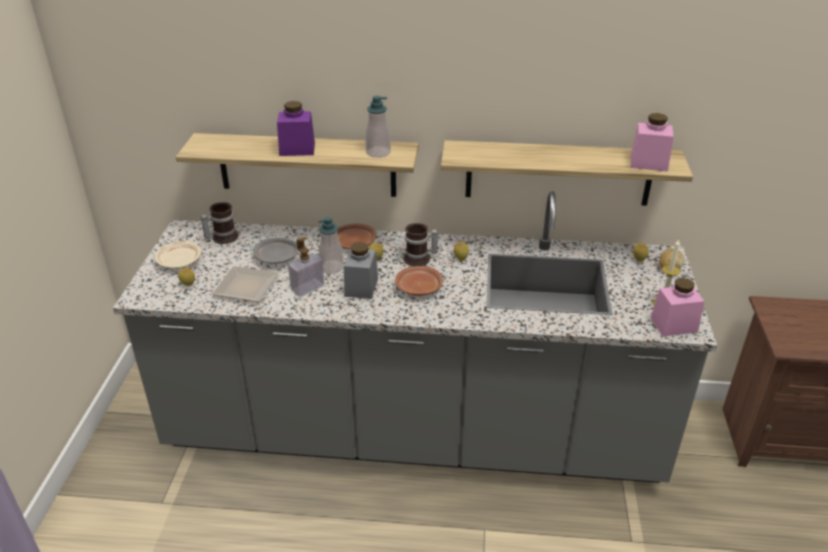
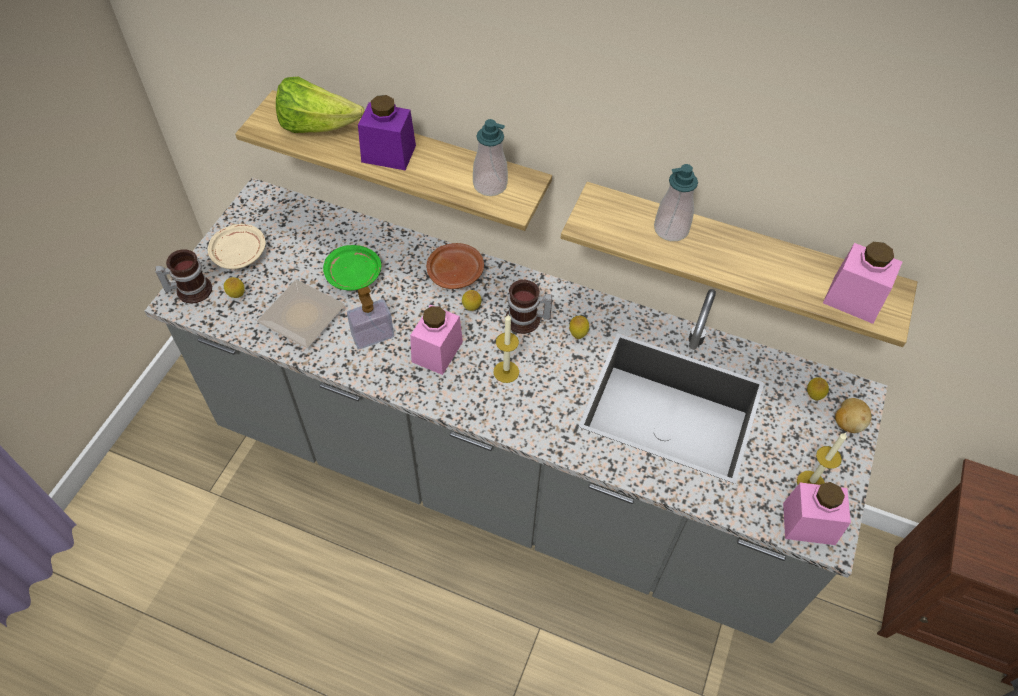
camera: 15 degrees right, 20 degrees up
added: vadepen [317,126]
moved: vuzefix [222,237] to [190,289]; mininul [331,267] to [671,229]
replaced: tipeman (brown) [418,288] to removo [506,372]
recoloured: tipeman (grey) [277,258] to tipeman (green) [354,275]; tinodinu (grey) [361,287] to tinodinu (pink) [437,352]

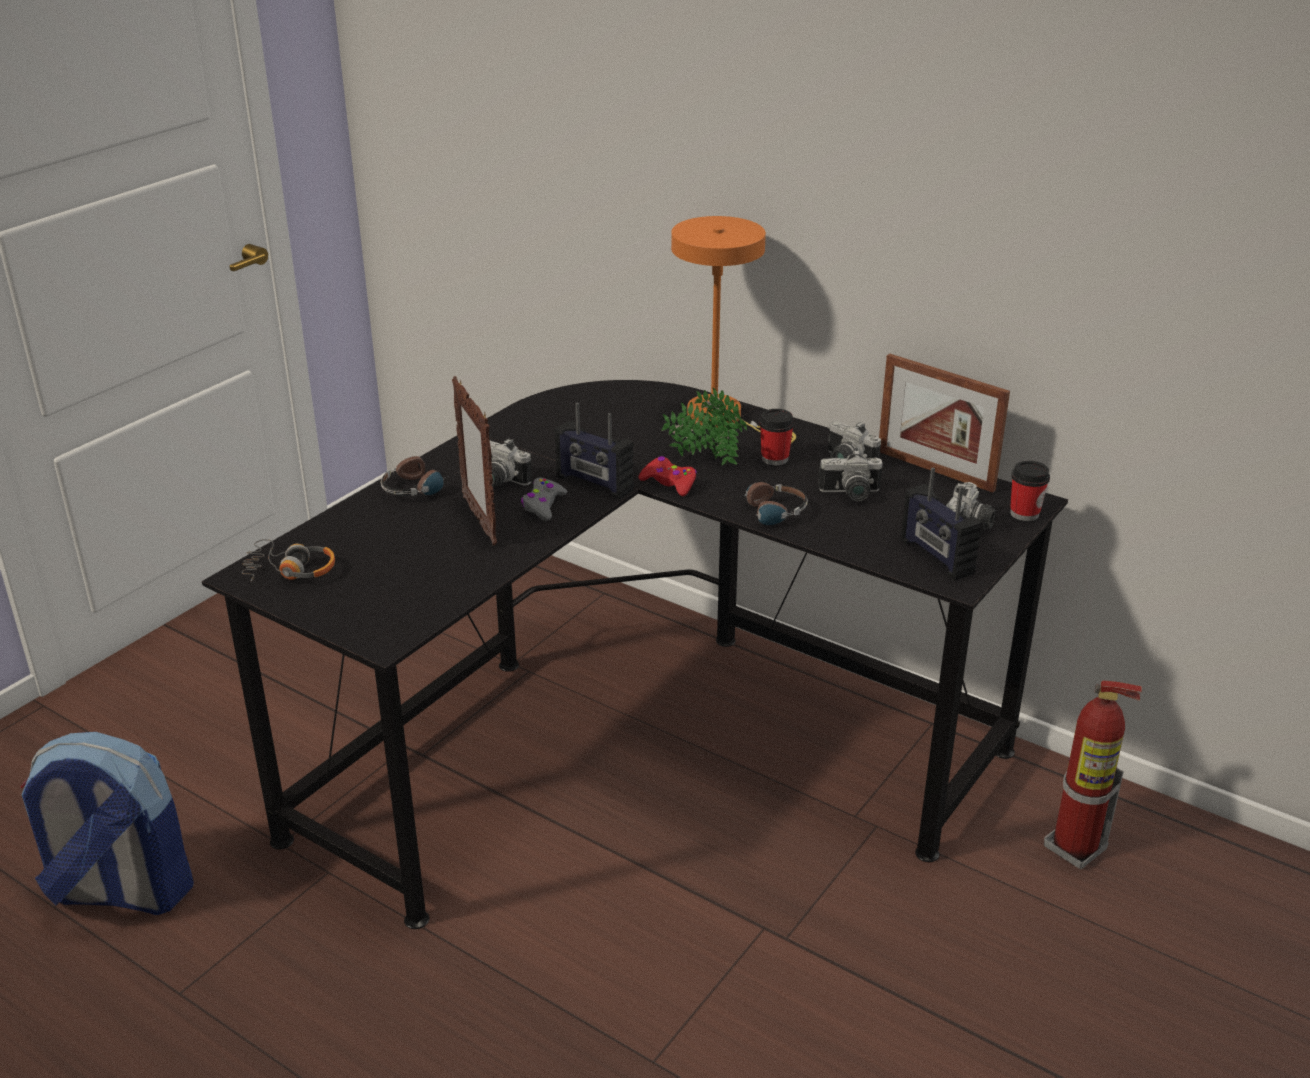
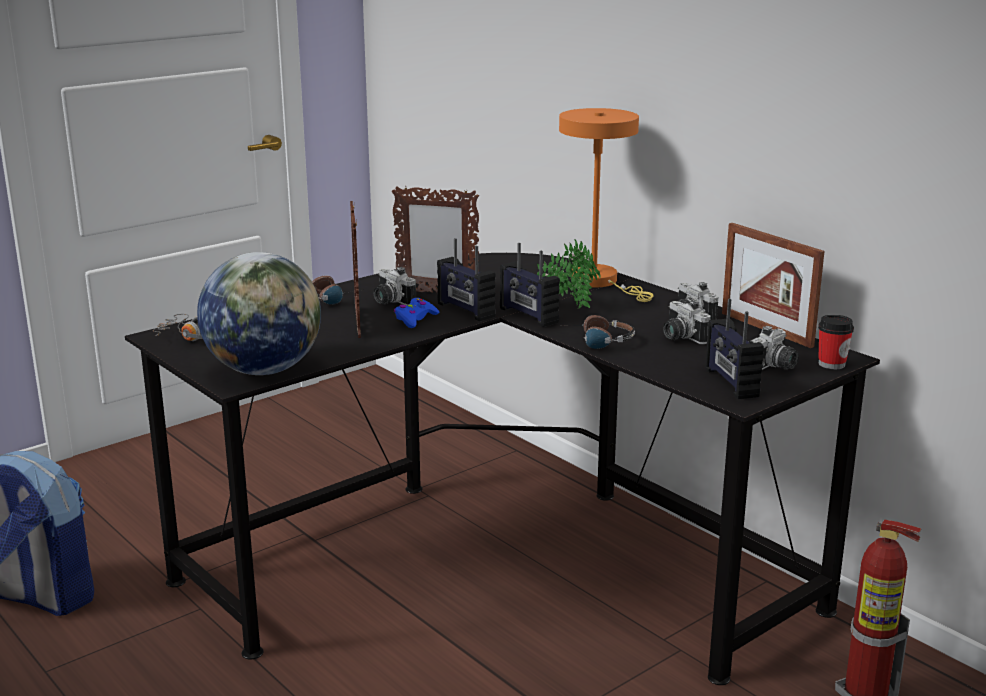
camera: 15 degrees right, 10 degrees down
removed: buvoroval [774,459]
added: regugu [264,370]; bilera [437,293]
replaced: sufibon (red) [669,483] to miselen [528,316]
recoloured: sufibon (grey) [543,505] to sufibon (blue) [415,319]
turned: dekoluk [850,495] = [679,337] 45 degrees clockwise

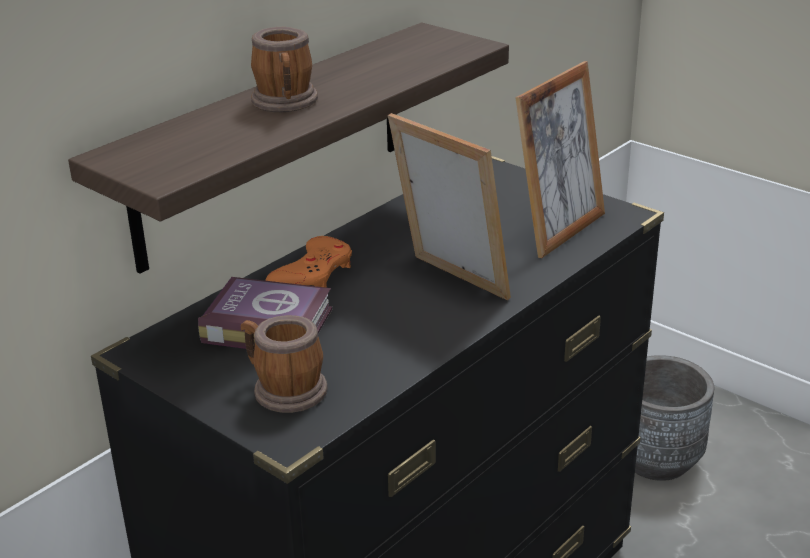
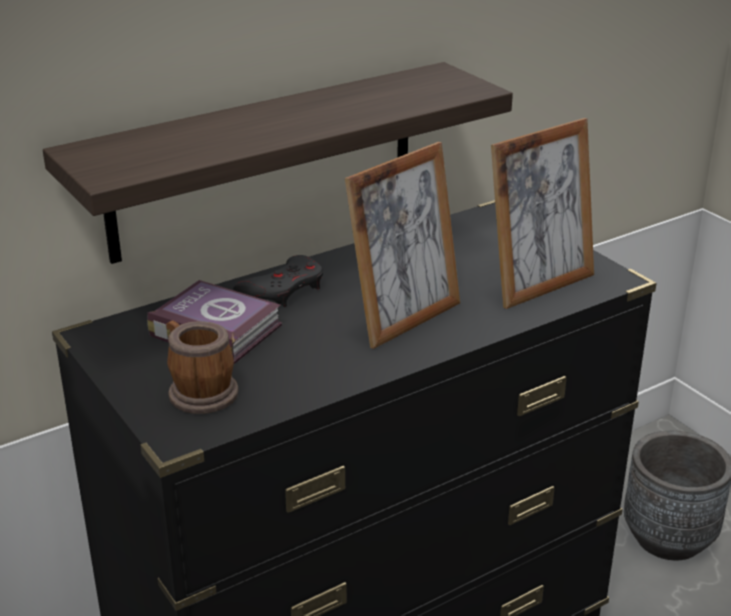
camera: 15 degrees right, 0 degrees up
removed: vuzefix [286,103]
recoloured: sufibon (orange) [313,273] to sufibon (grey) [283,289]
turned: bilera [450,283] = [404,319] 75 degrees clockwise

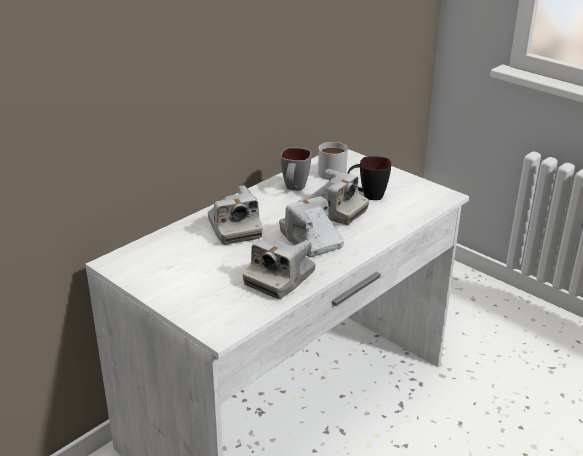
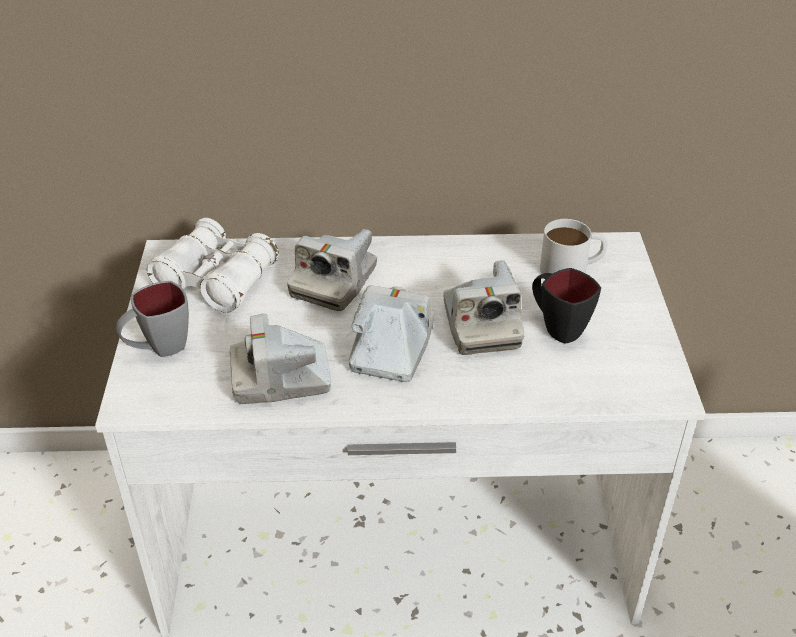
camera: 45 degrees right, 10 degrees up
added: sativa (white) [216,280]
moved: vuzefix (grey) [294,189] to [158,349]

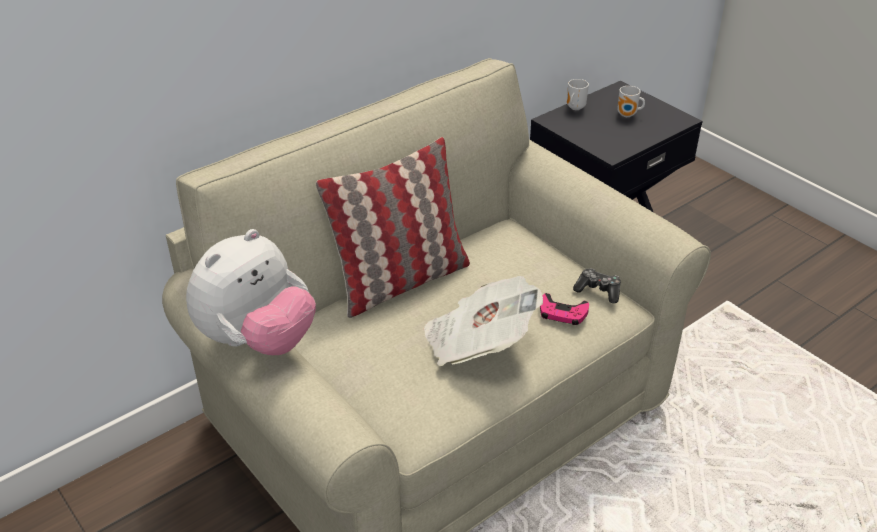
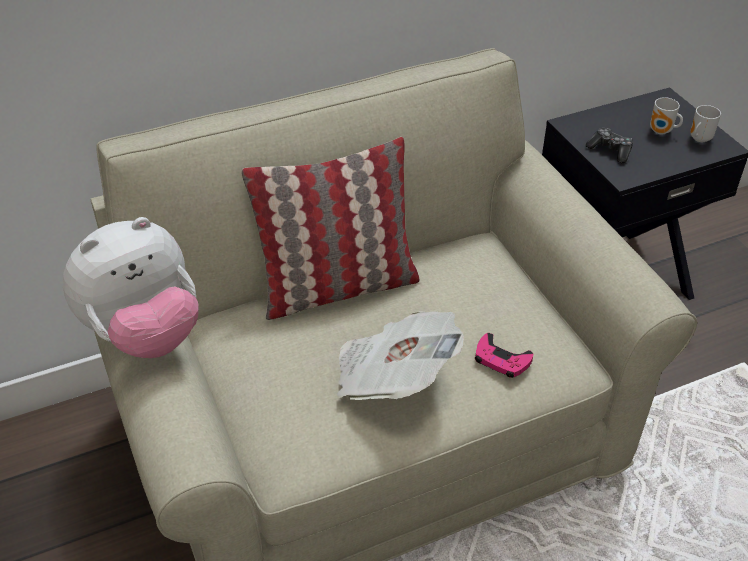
camera: 15 degrees right, 5 degrees up
moved: vuzefix [574,108] to [698,139]; sufibon [598,290] to [610,150]

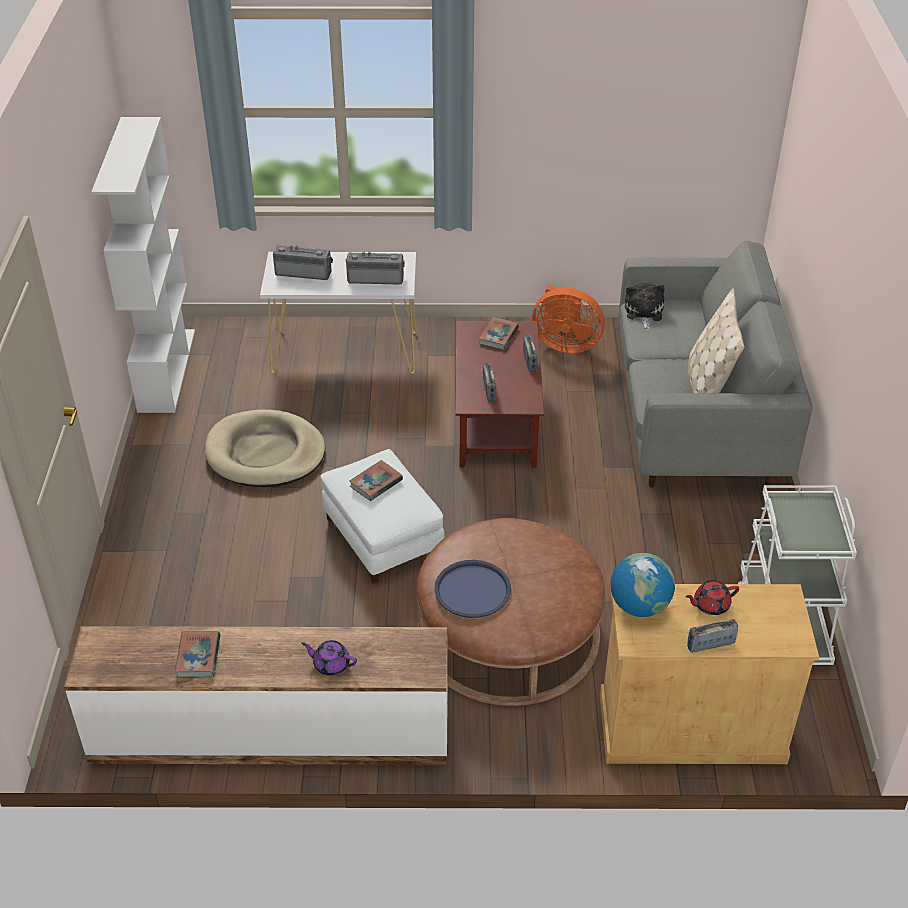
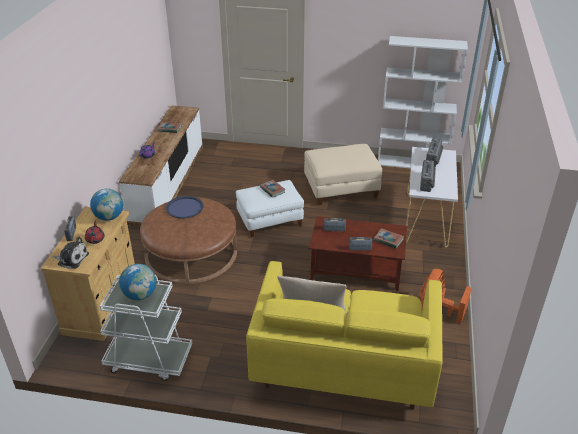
camera: 100 degrees right, 5 degrees down
added: regugu [140,295]
moved: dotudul [643,313] to [72,259]
replaced: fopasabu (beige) [265,453] to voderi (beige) [341,189]
recoloured: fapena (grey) [696,419] to fapena (yellow) [343,365]

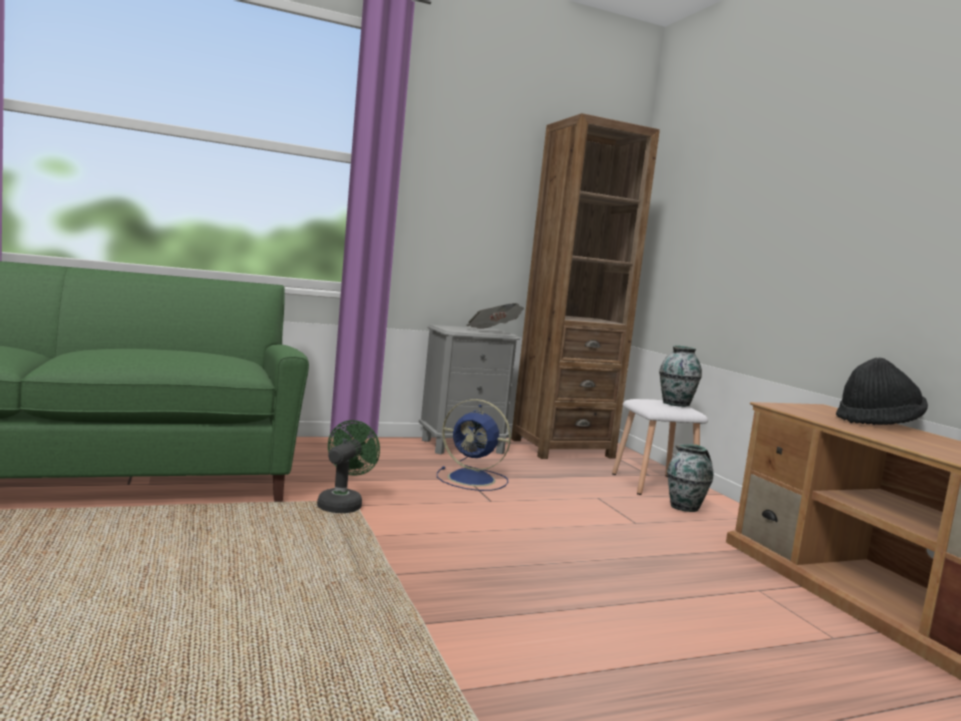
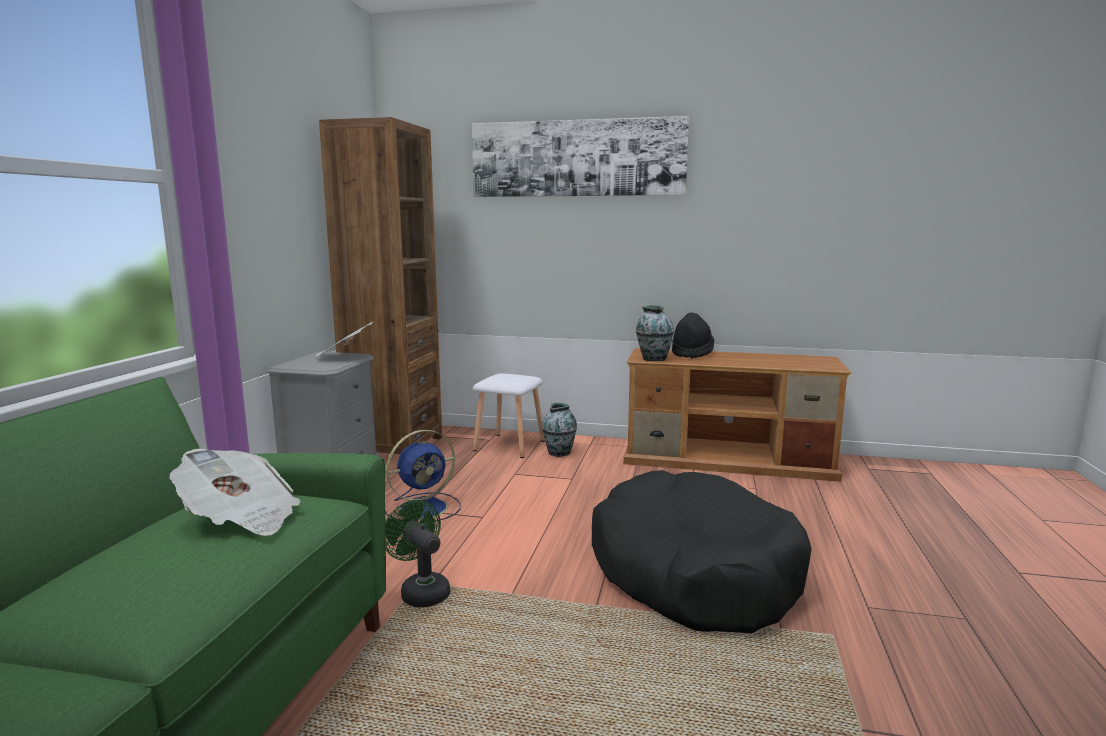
camera: 55 degrees left, 5 degrees up
added: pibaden [241,518]; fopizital [577,158]; fopasabu (black) [693,572]
moved: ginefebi [676,404] to [653,359]

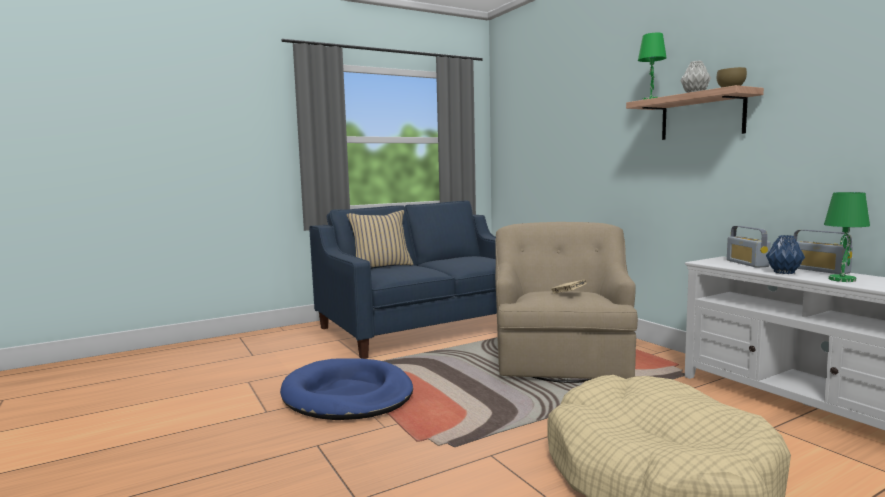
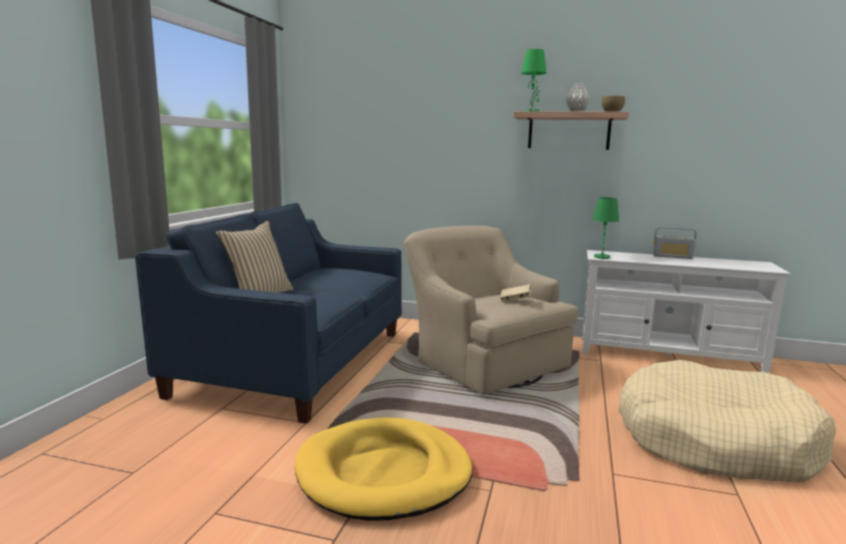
camera: 45 degrees left, 5 degrees up
removed: miselen [747,263]; ginefebi (blue) [784,272]
moved: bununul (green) [842,279] to [601,257]
recoloured: fopasabu (blue) [347,395] to fopasabu (yellow) [384,473]

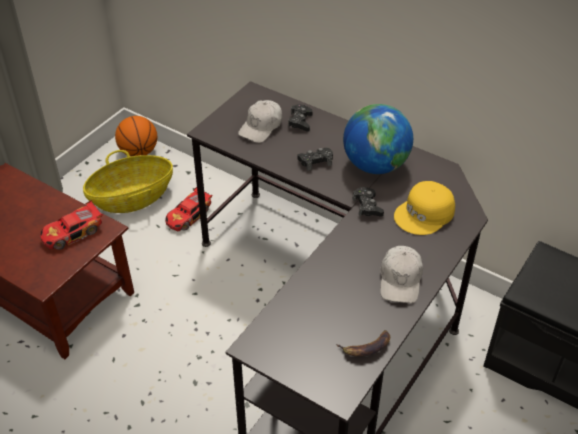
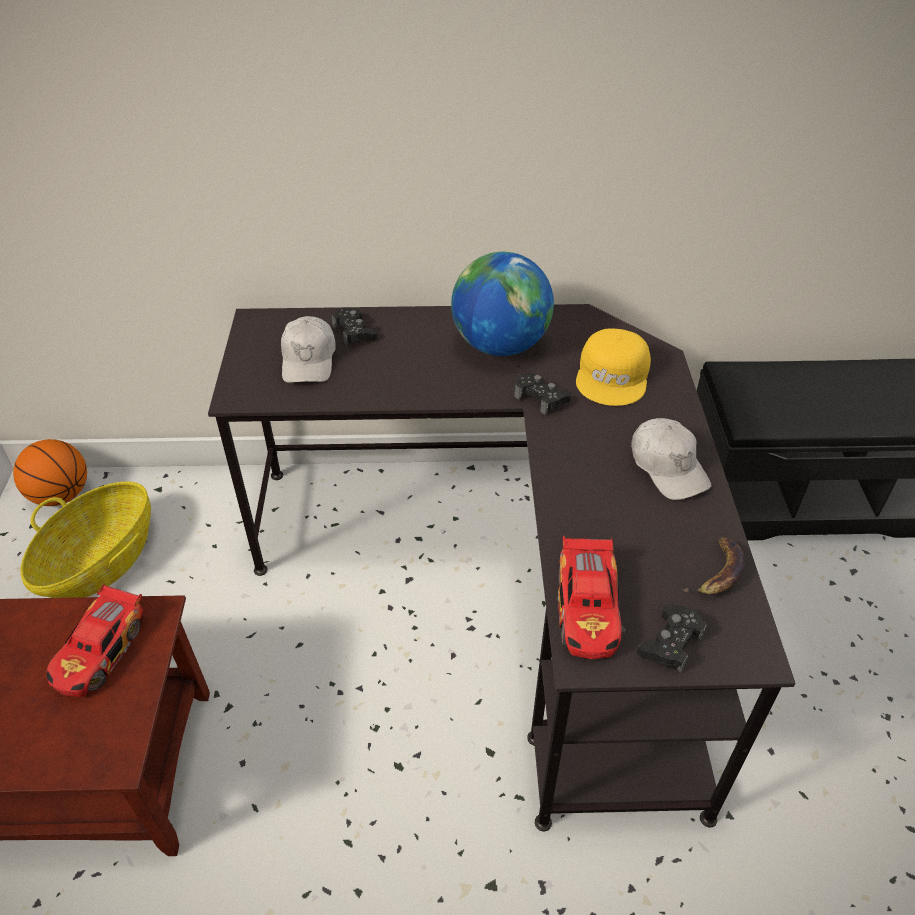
camera: 35 degrees left, 0 degrees up
moved: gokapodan [189,216] to [588,609]; sufibon (black) [315,161] to [670,643]

